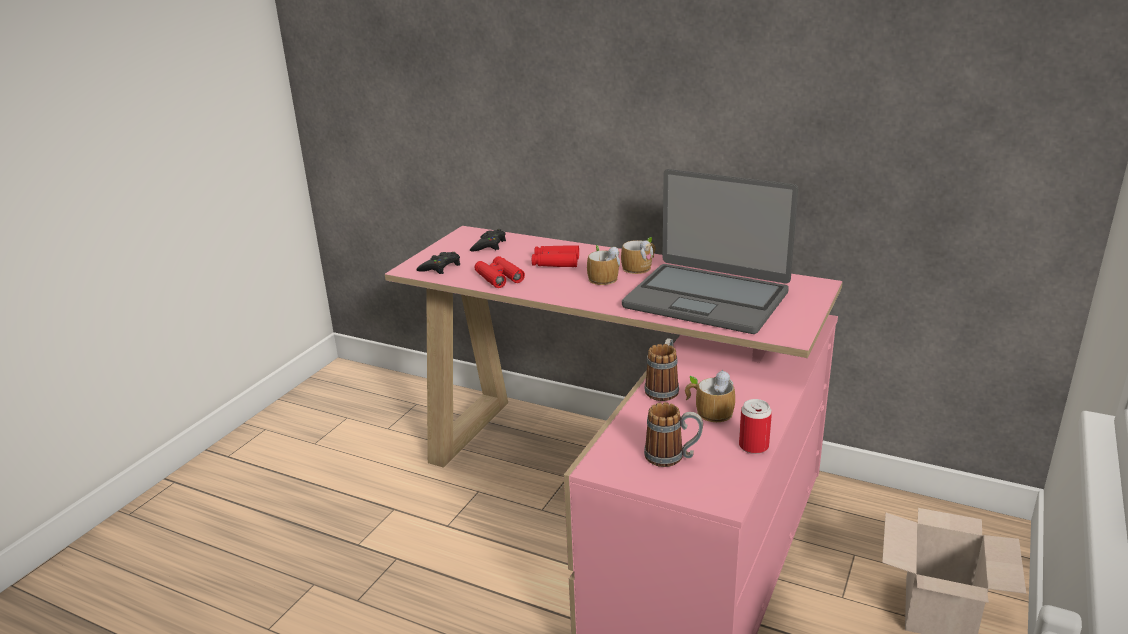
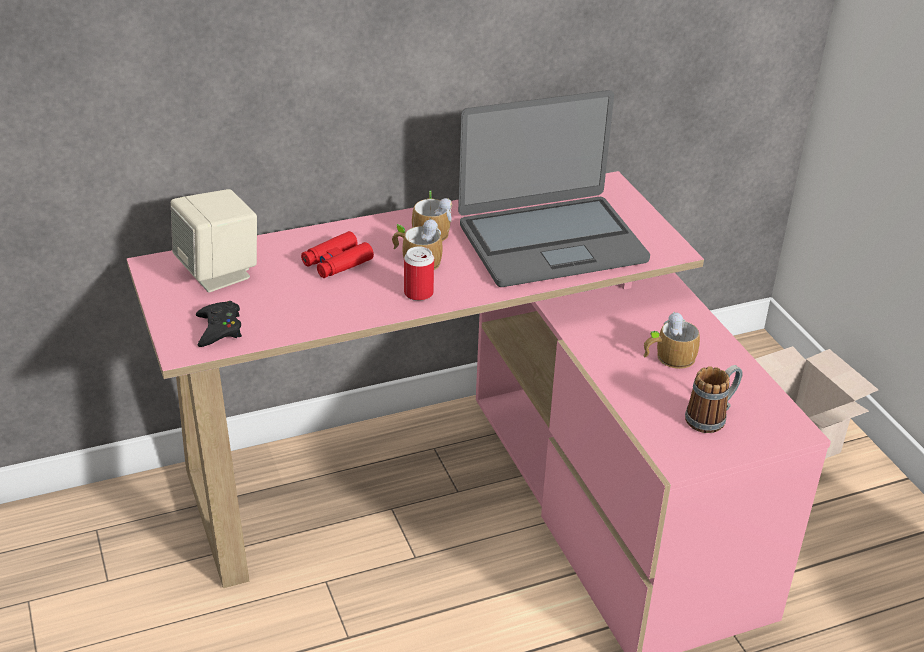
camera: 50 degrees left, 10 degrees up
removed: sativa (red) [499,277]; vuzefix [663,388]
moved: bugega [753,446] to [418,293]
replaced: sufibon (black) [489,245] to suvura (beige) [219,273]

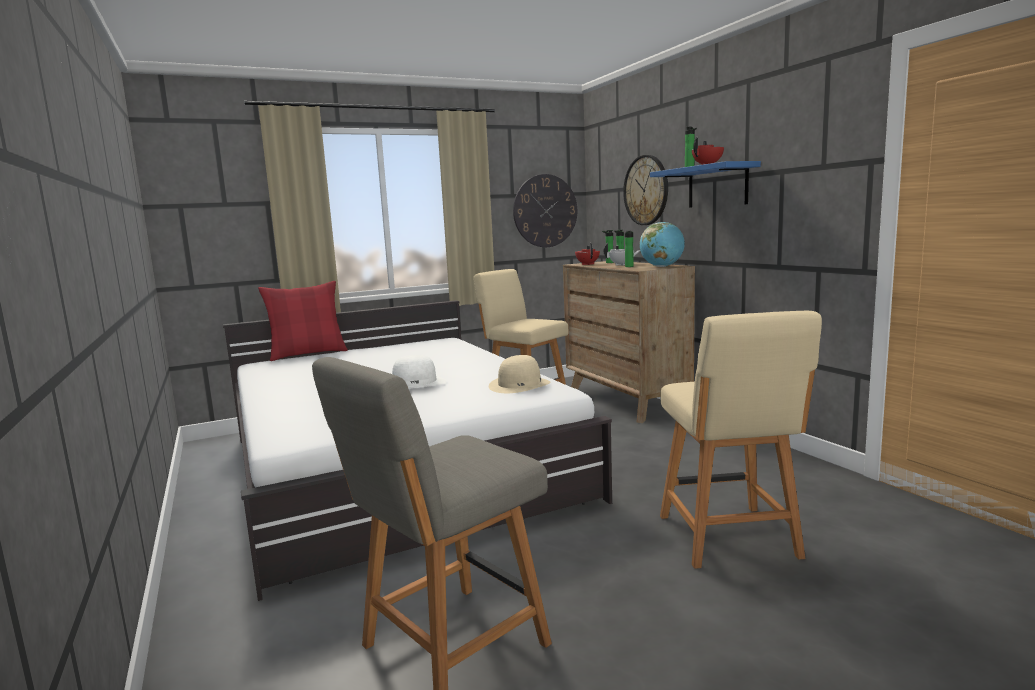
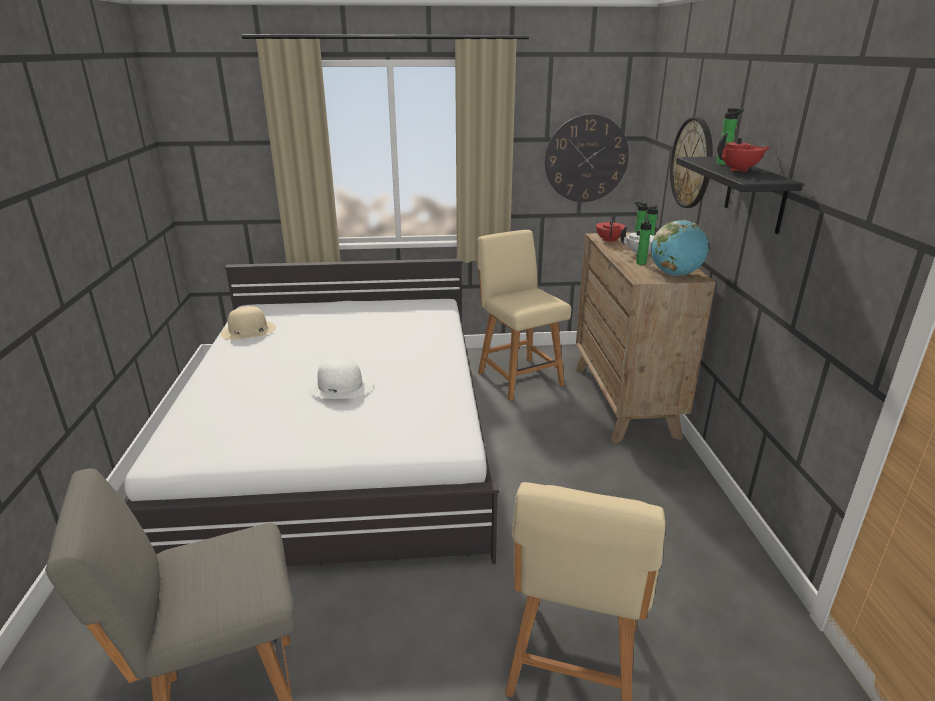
camera: 20 degrees right, 15 degrees up
removed: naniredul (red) [308,354]
moved: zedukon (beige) [519,385] to [248,330]
recoloured: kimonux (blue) [717,186] to kimonux (black) [755,194]

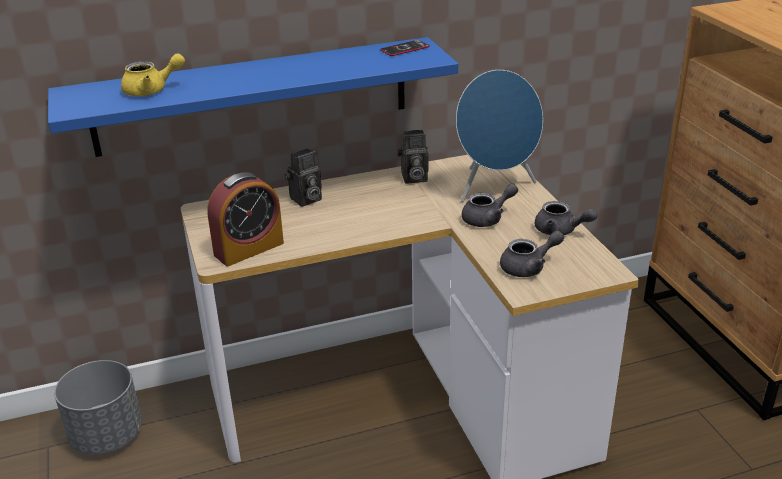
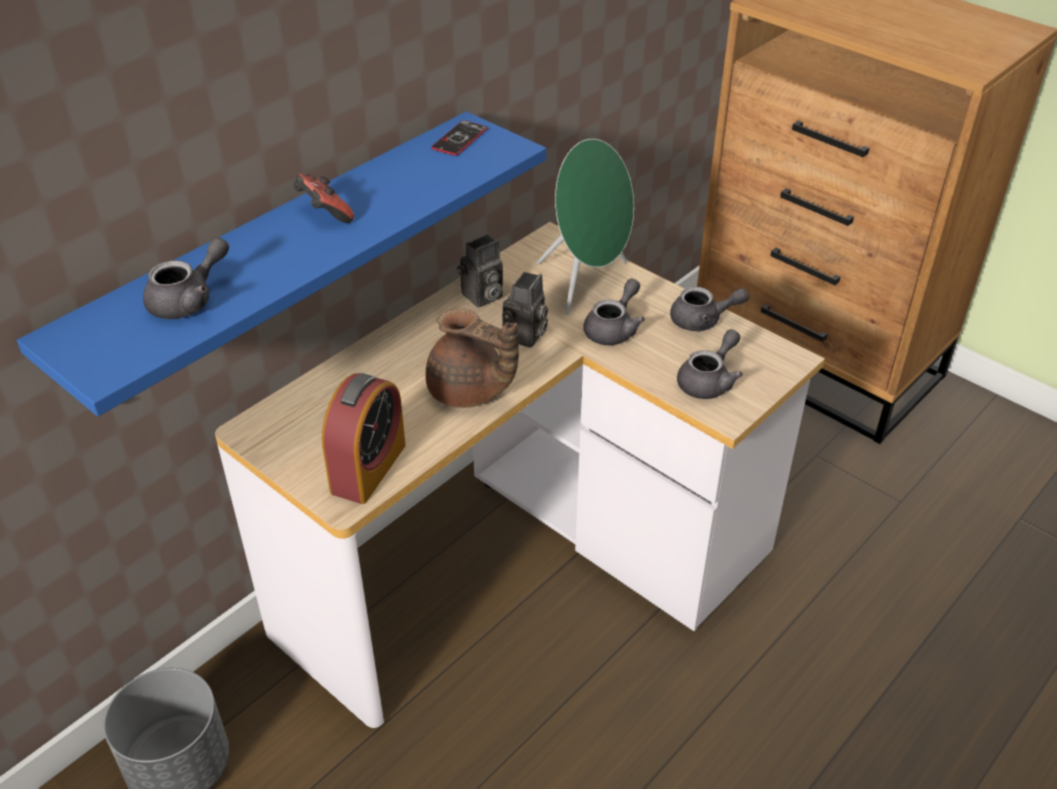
camera: 30 degrees left, 10 degrees up
added: sufibon [324,214]; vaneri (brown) [469,392]
moved: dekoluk [305,200] to [525,337]
recoloured: vaneri (yellow) [152,90] to vaneri (grey) [189,300]; suvura (blue) [494,188] to suvura (green) [586,283]

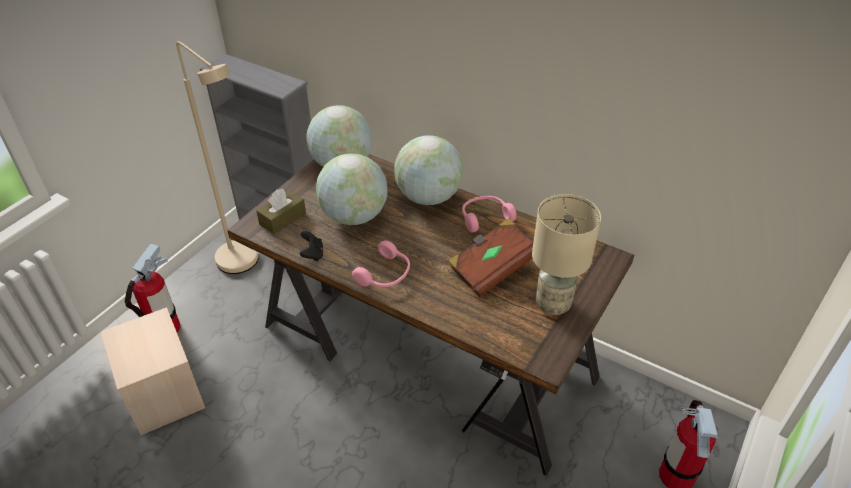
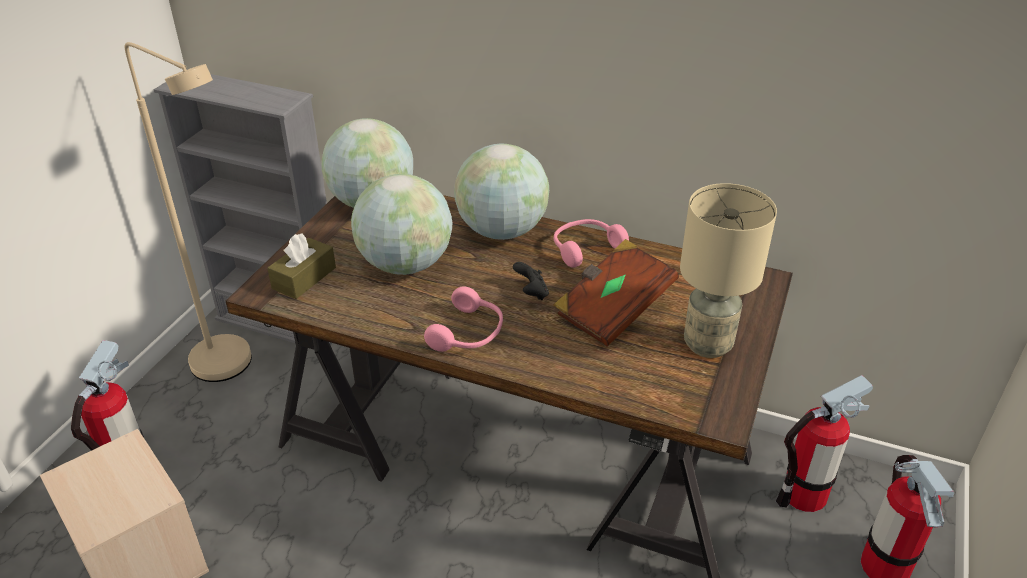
camera: 10 degrees left, 5 degrees down
added: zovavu [804,494]
moved: sufibon (black) [312,254] to [531,293]

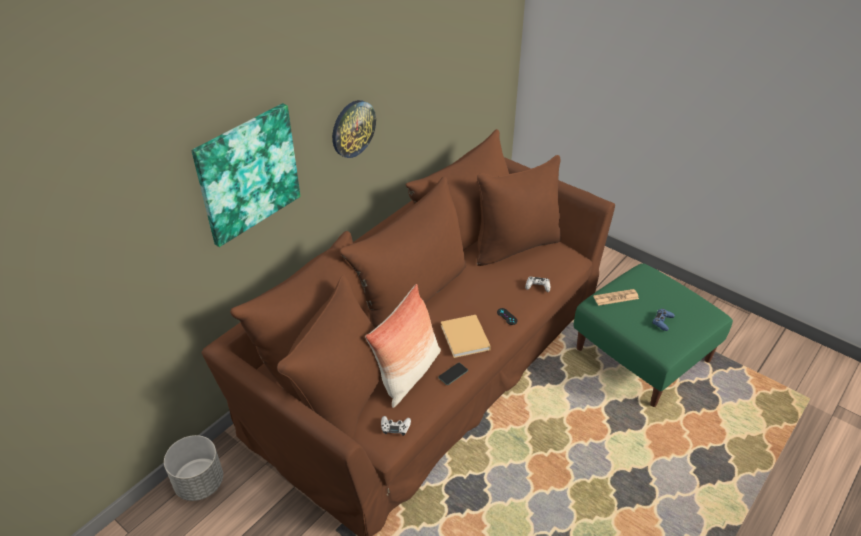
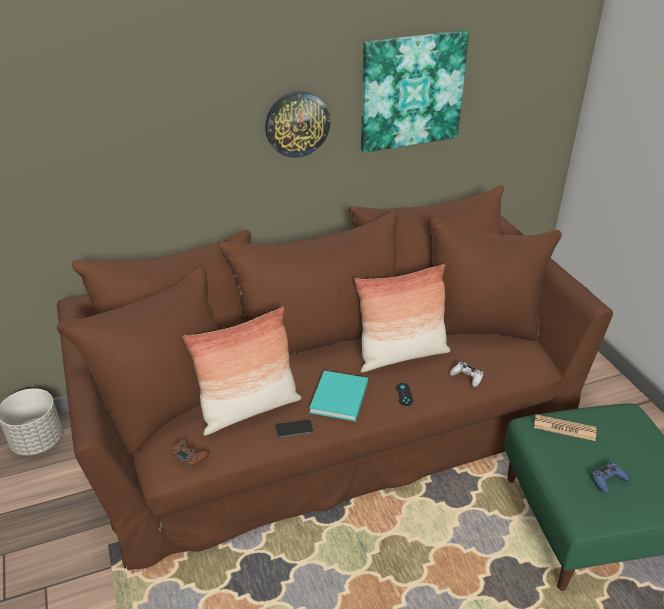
camera: 30 degrees right, 5 degrees down
added: naniredul [401,355]
moved: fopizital [247,173] to [411,91]
recoloured: sufibon (white) [395,427] to sufibon (brown) [189,456]; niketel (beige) [465,338] to niketel (turquoise) [338,399]

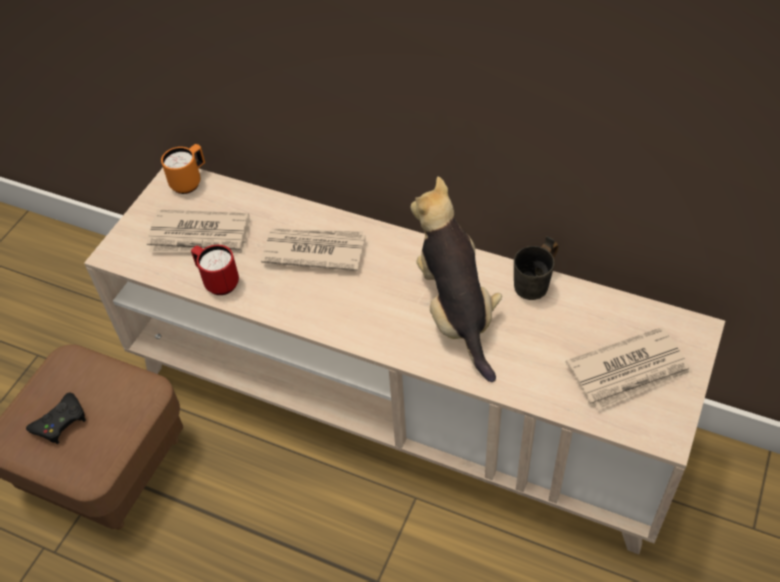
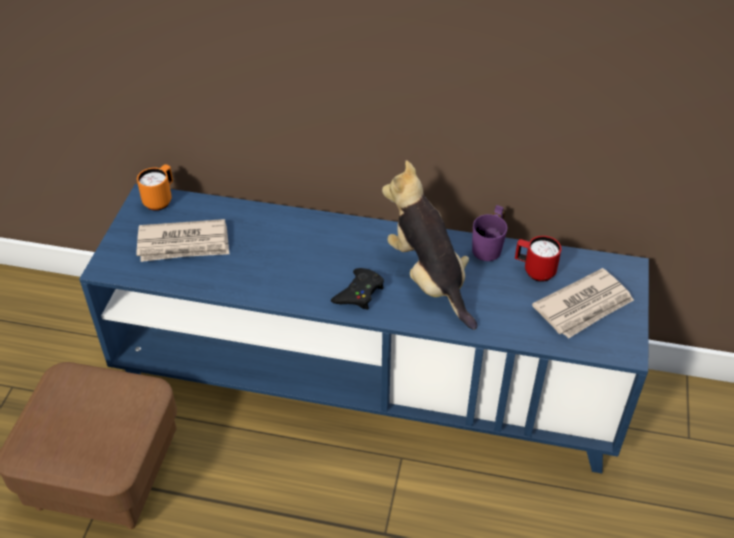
camera: 15 degrees left, 5 degrees down
removed: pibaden [313,250]
moved: sufibon (black) [60,422] to [359,293]; vuzefix (red) [218,282] to [534,271]
recoloured: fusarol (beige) [398,403] to fusarol (blue) [367,382]; vuzefix (grey) [538,285] to vuzefix (purple) [492,249]

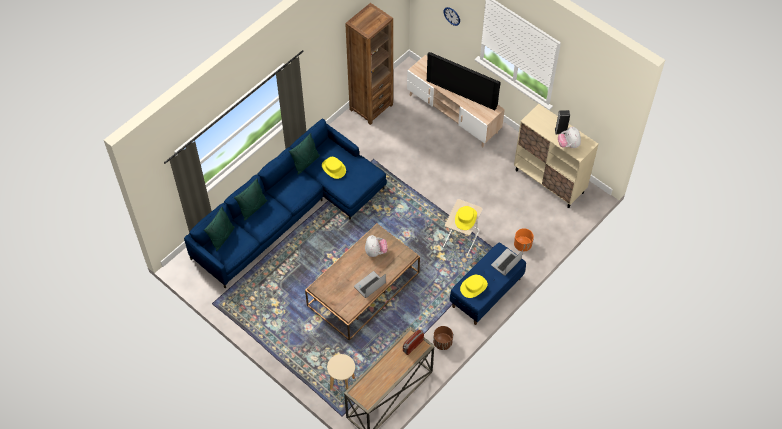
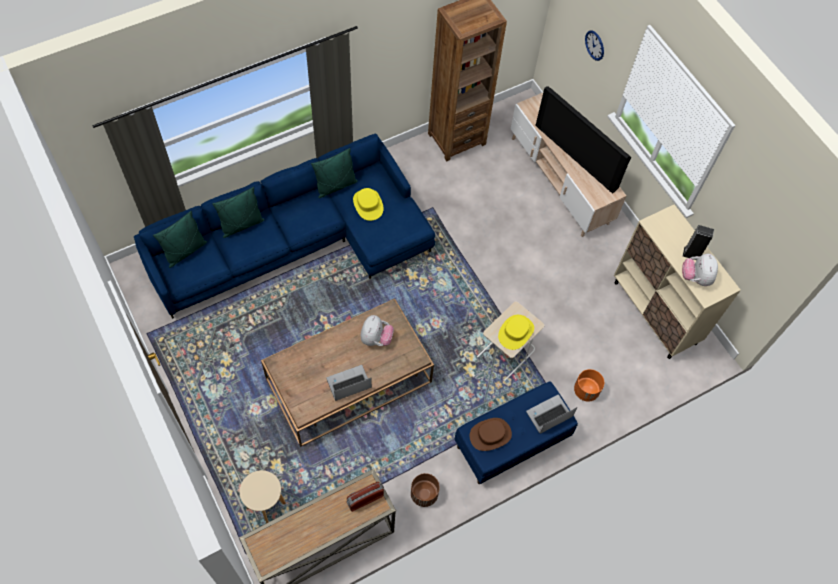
camera: 15 degrees right, 5 degrees up
recoloured: zedukon (yellow) [473,287] to zedukon (brown) [490,435]

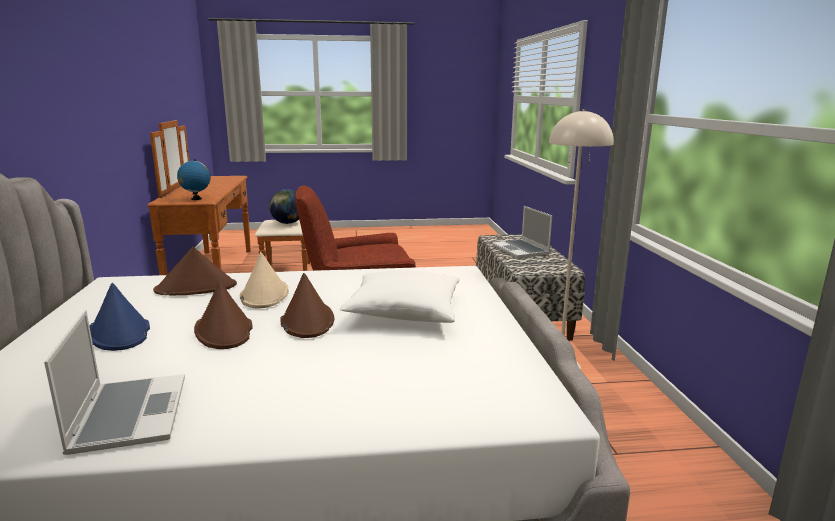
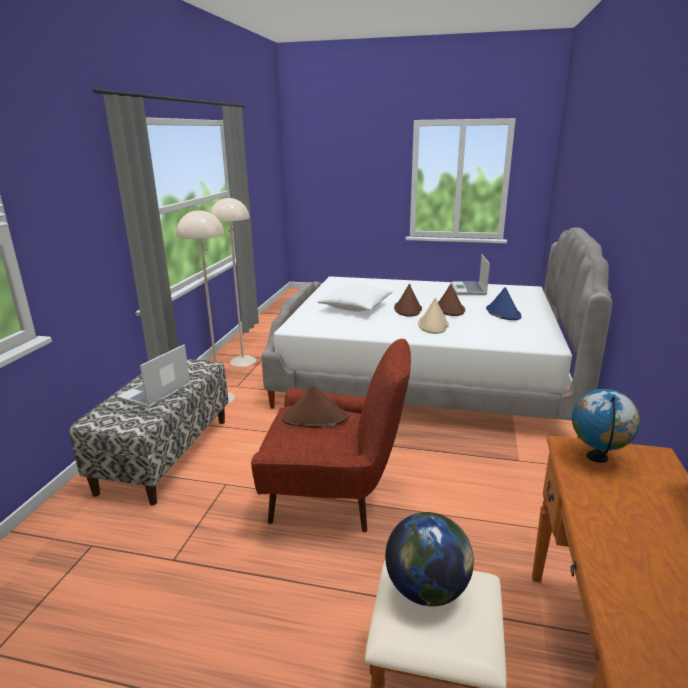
camera: 160 degrees left, 5 degrees up
added: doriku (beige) [242,361]
moved: zedukon (brown) [196,288] to [315,418]
turned: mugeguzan [521,250] = [155,393] 150 degrees counterclockwise

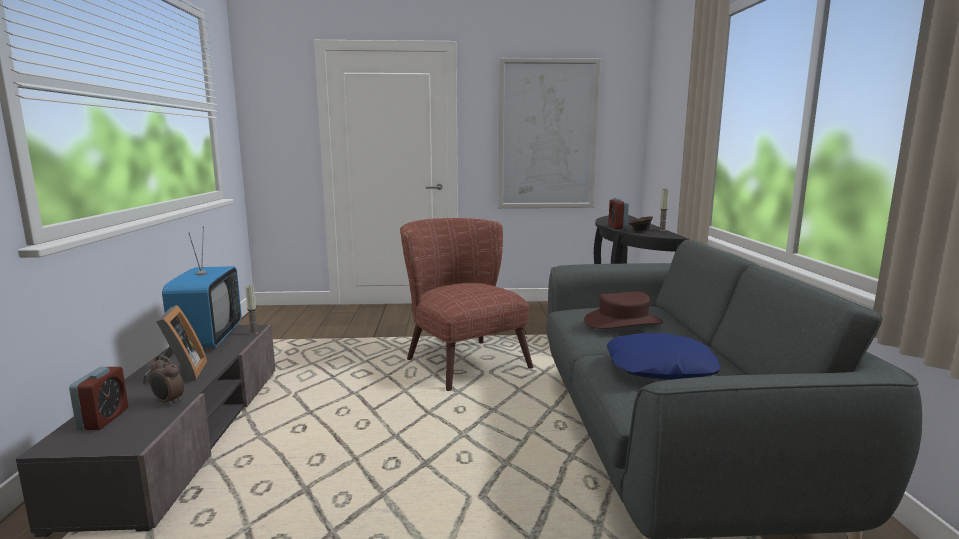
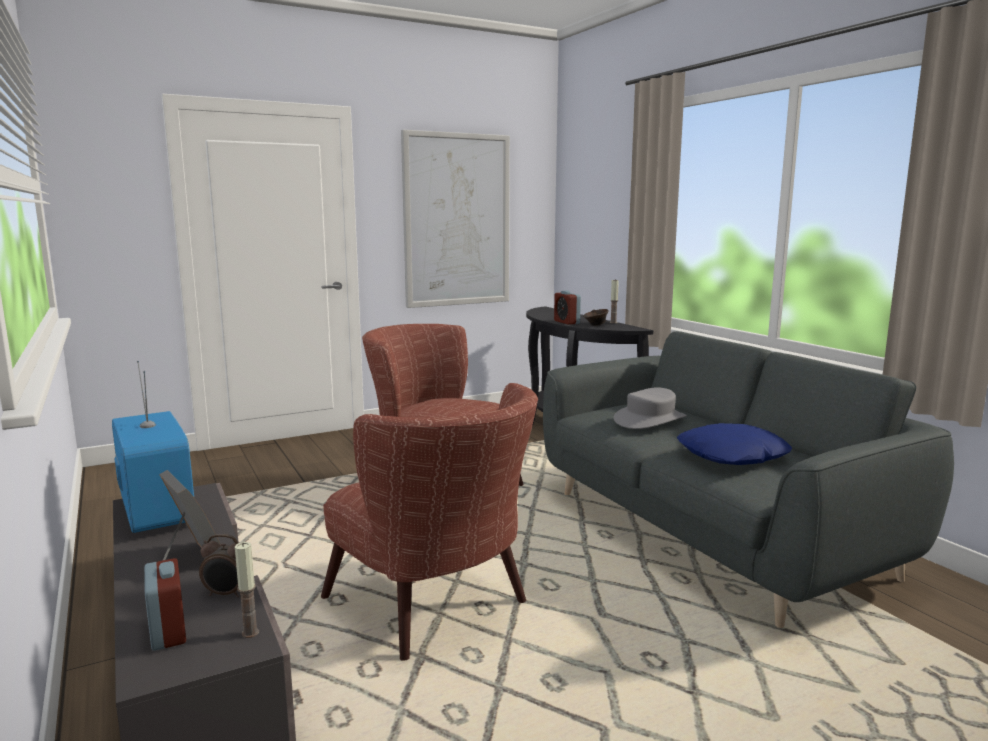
camera: 25 degrees left, 0 degrees up
added: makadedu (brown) [437,609]
moved: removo [254,333] to [250,633]
recoloured: zedukon (brown) [623,322] to zedukon (grey) [650,419]

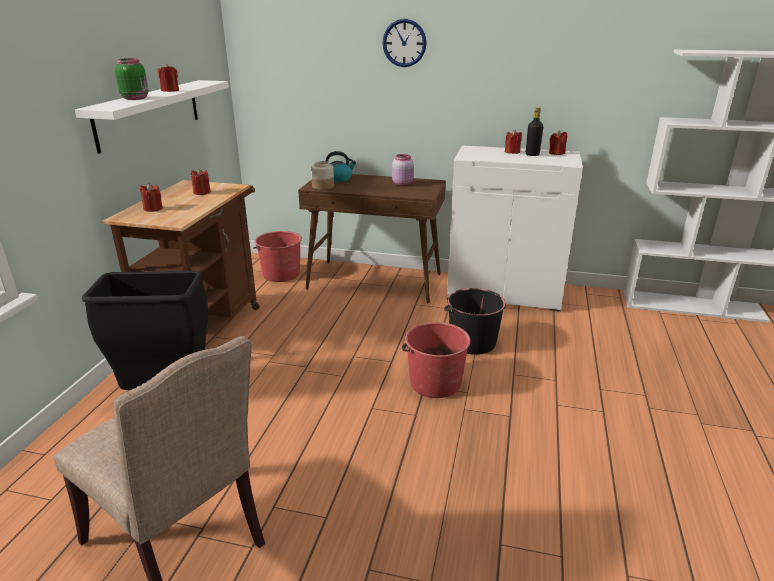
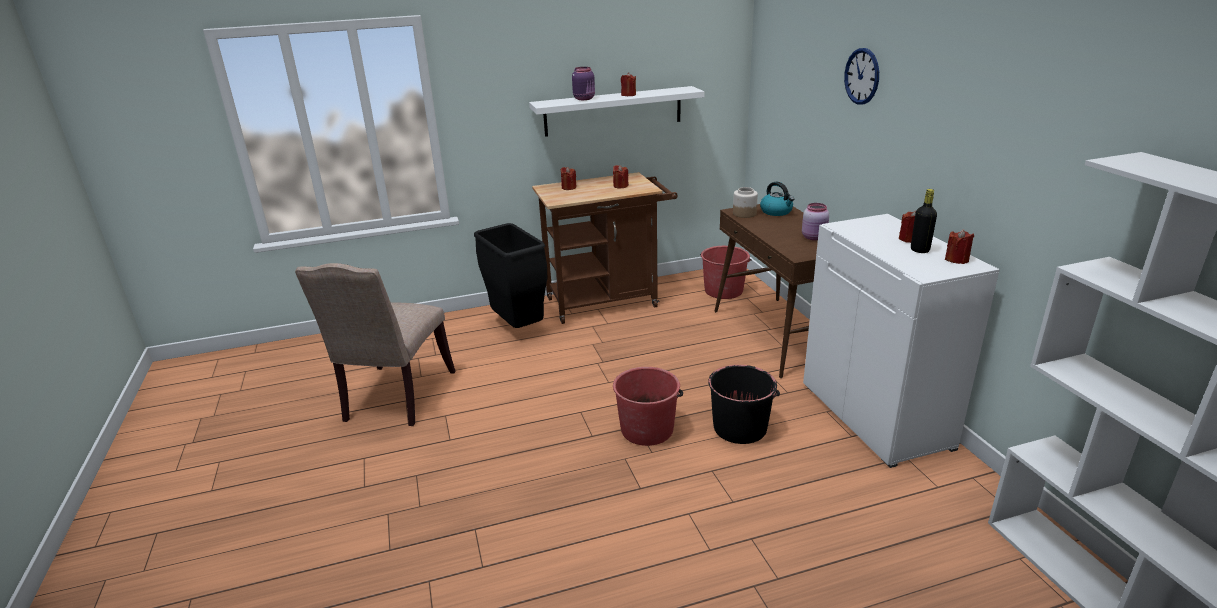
camera: 60 degrees right, 0 degrees up
recoloured: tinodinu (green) [136,98] to tinodinu (purple) [584,99]

